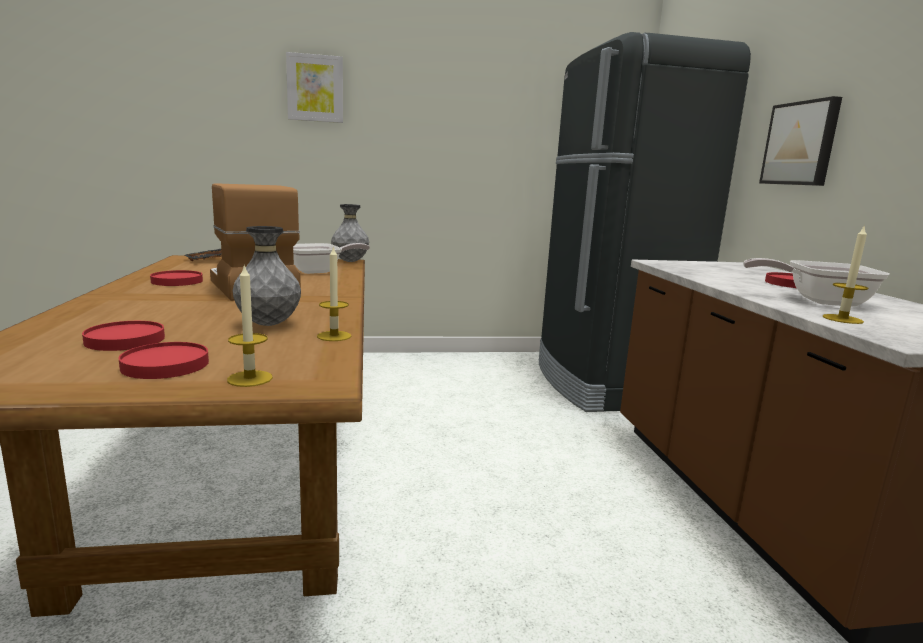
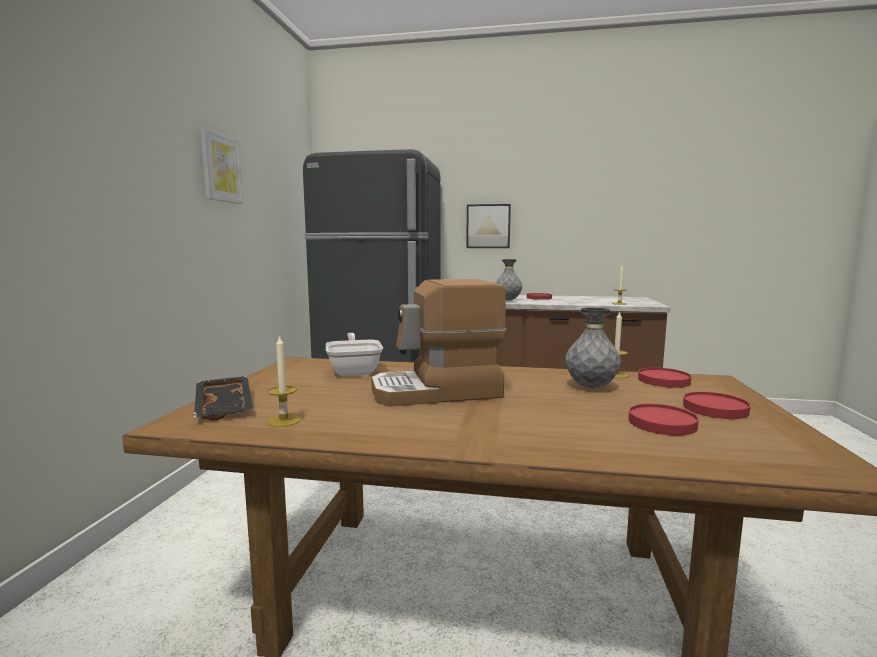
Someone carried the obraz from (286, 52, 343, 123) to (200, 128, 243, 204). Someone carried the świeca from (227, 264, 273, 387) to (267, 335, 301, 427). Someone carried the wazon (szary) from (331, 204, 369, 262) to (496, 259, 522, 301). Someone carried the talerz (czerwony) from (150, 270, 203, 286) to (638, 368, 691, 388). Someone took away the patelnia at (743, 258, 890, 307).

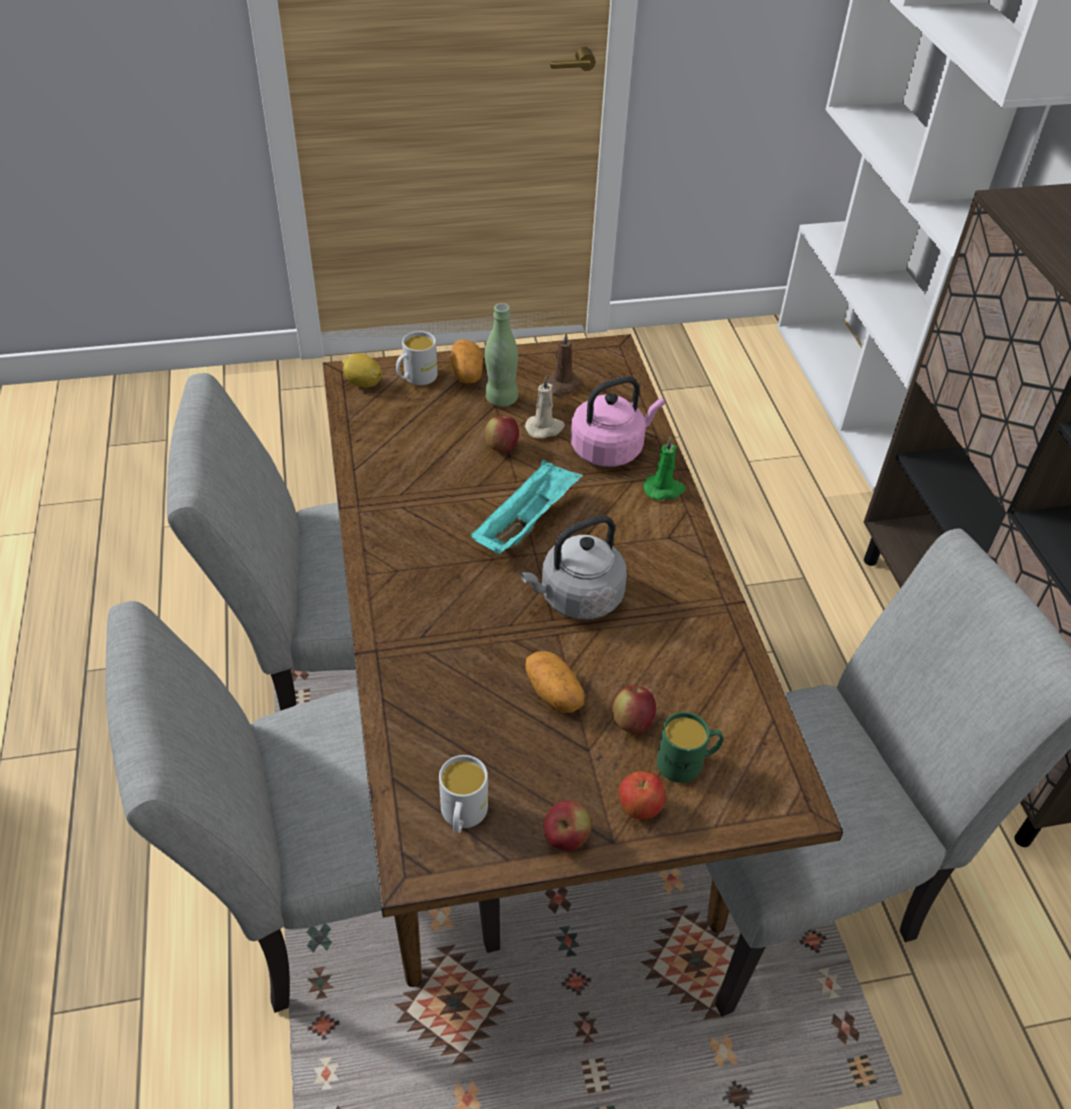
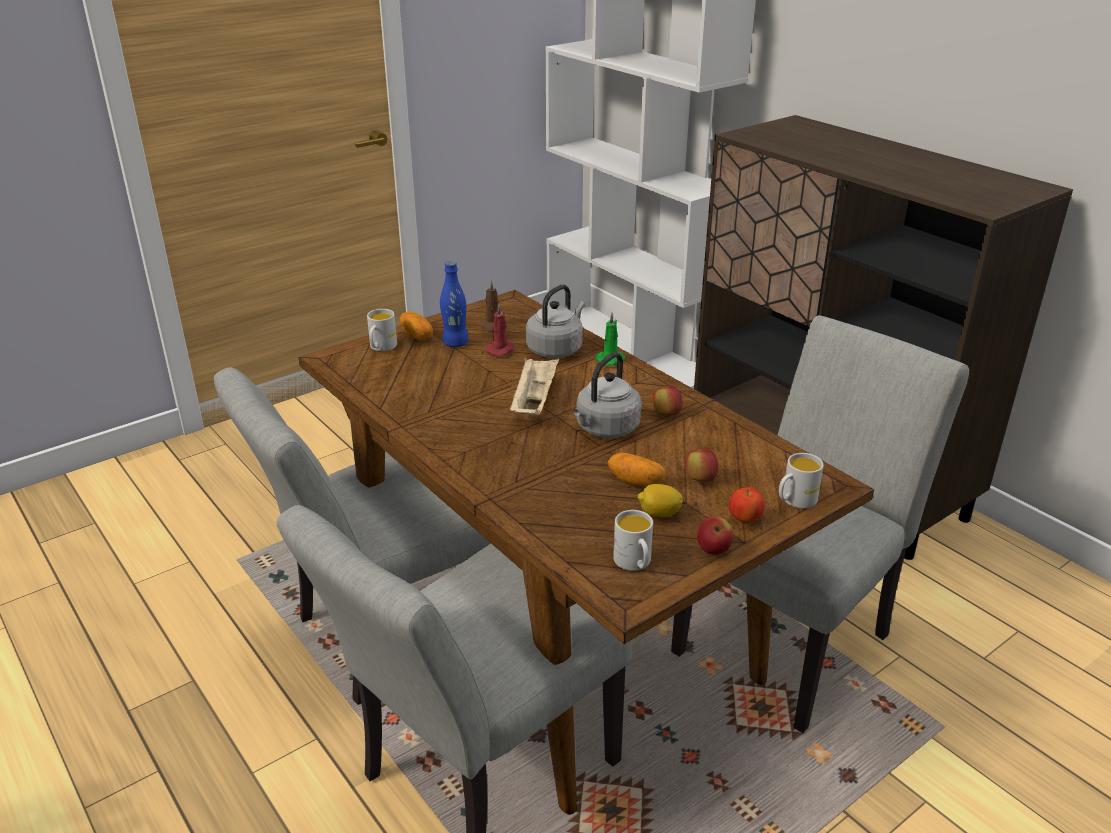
Someone repainted the butelka (zielony) at (485, 303, 518, 407), which became the butelka (niebieski) at (440, 261, 469, 347). Someone repainted the świeca (beżowy) at (525, 376, 565, 439), which became the świeca (czerwony) at (486, 304, 514, 357). Someone repainted the taca (turkusowy) at (471, 460, 583, 554), which became the taca (beżowy) at (509, 357, 559, 415). Someone repainted the czajnik (różowy) at (571, 376, 665, 467), which became the czajnik (szary) at (526, 285, 585, 359). Someone carried the cytryna from (342, 353, 382, 388) to (638, 484, 683, 517). Someone carried the jabłko from (485, 416, 519, 452) to (653, 386, 682, 415). Someone put down the kubek (biały) at (779, 453, 824, 509). Someone took away the kubek (zielony) at (657, 712, 723, 783).

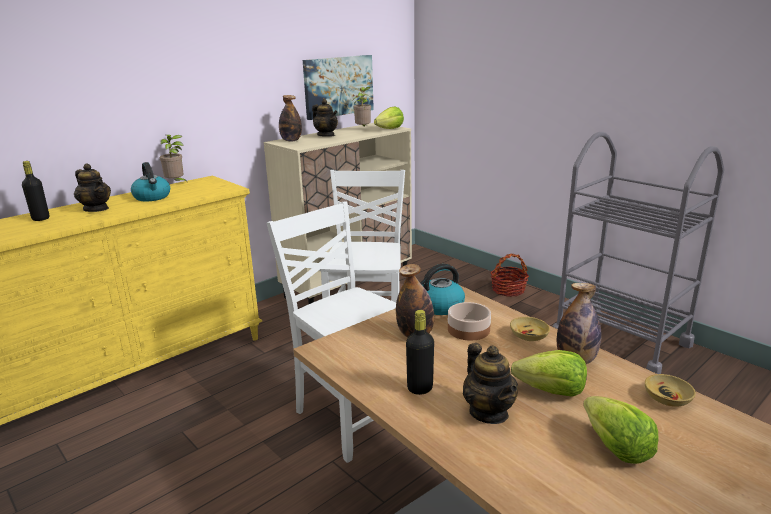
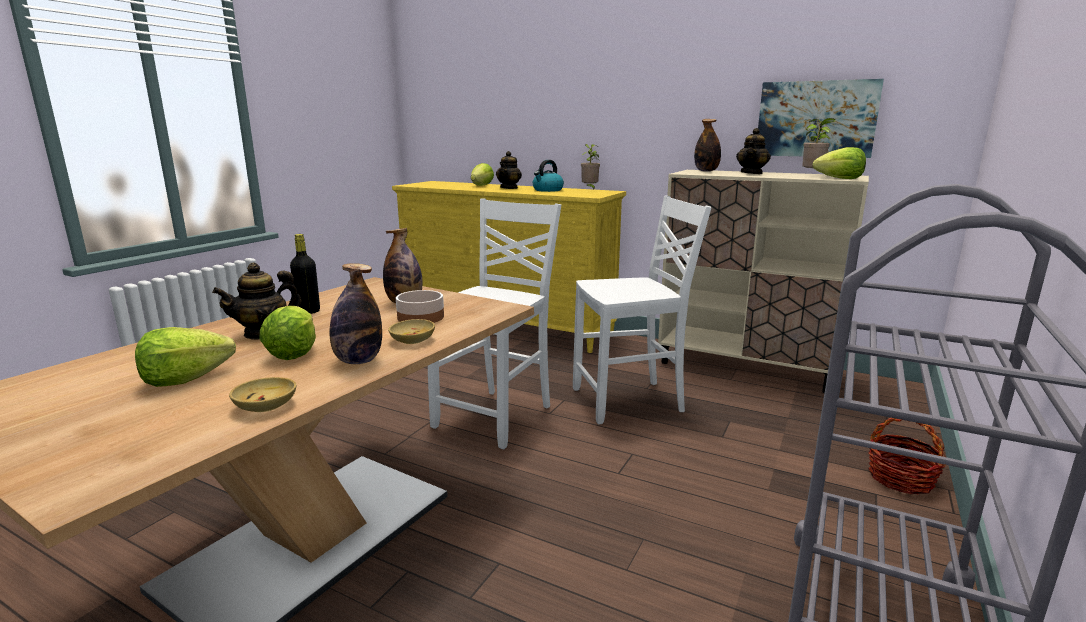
Someone swapped the butelka (czarny) at (22, 161, 49, 221) for the sałata at (471, 163, 494, 186). Someone took away the czajnik at (420, 264, 465, 315).

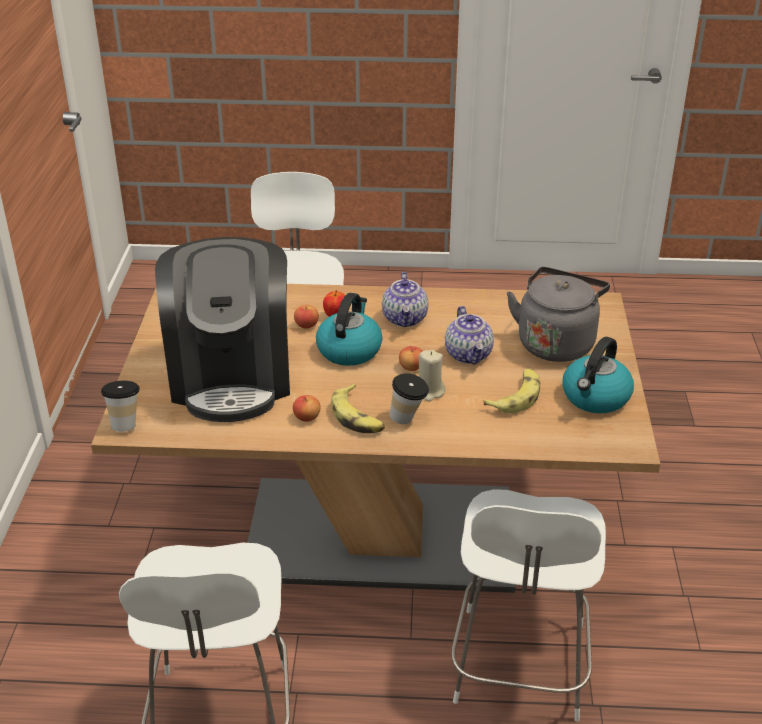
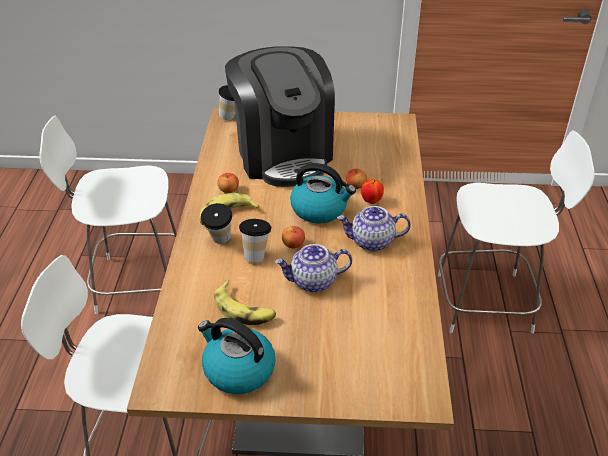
Someone rotated the ekspres do kawy at (155, 237, 290, 422) by 105 degrees counterclockwise. Someone swapped the świeca (beżowy) at (419, 350, 445, 402) for the filiżanka at (239, 219, 271, 263). Someone took away the czajnik (szary) at (507, 267, 610, 362).

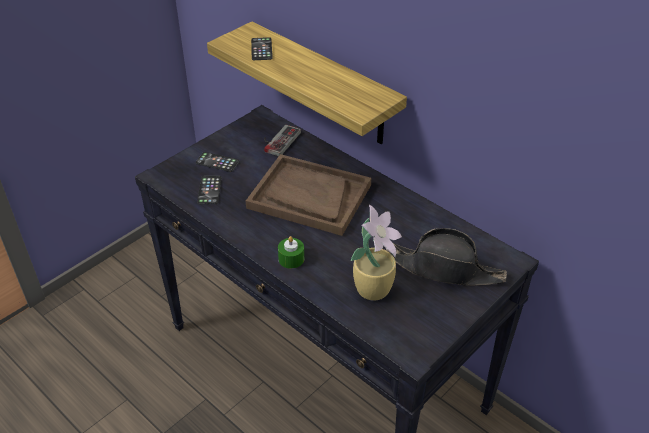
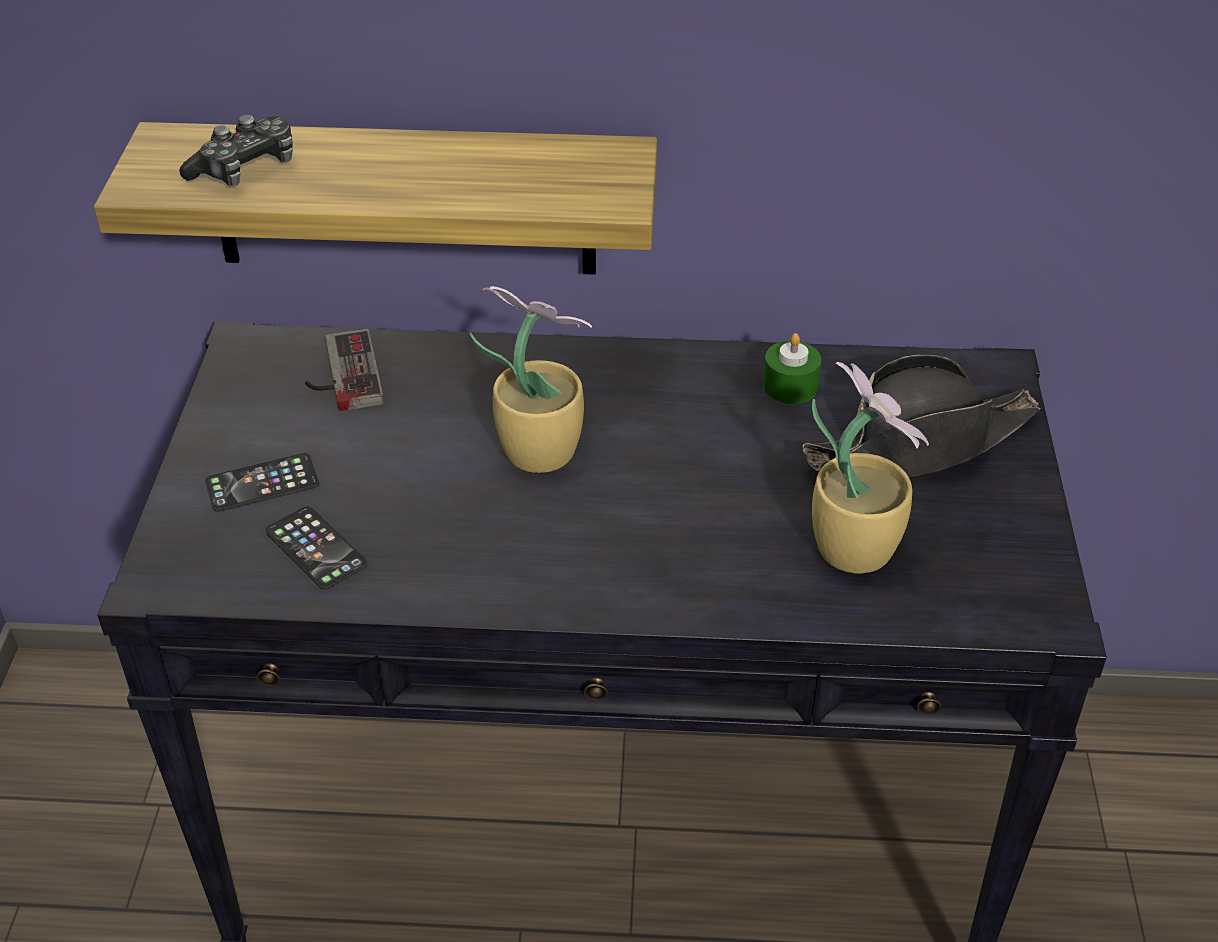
Someone swapped the telefon at (251, 37, 273, 60) for the pad do gier at (179, 115, 293, 186). Someone swapped the taca (brązowy) at (246, 154, 371, 236) for the roślina doniczkowa at (470, 286, 592, 473). Someone carried the świeca (zielony) from (278, 236, 304, 269) to (763, 333, 821, 404).

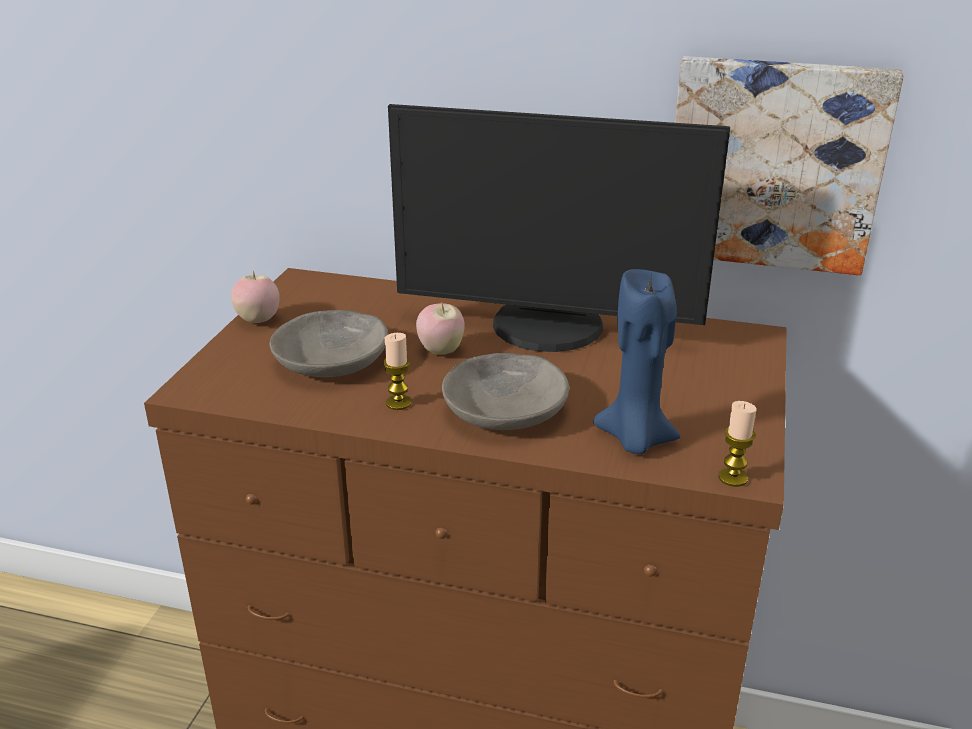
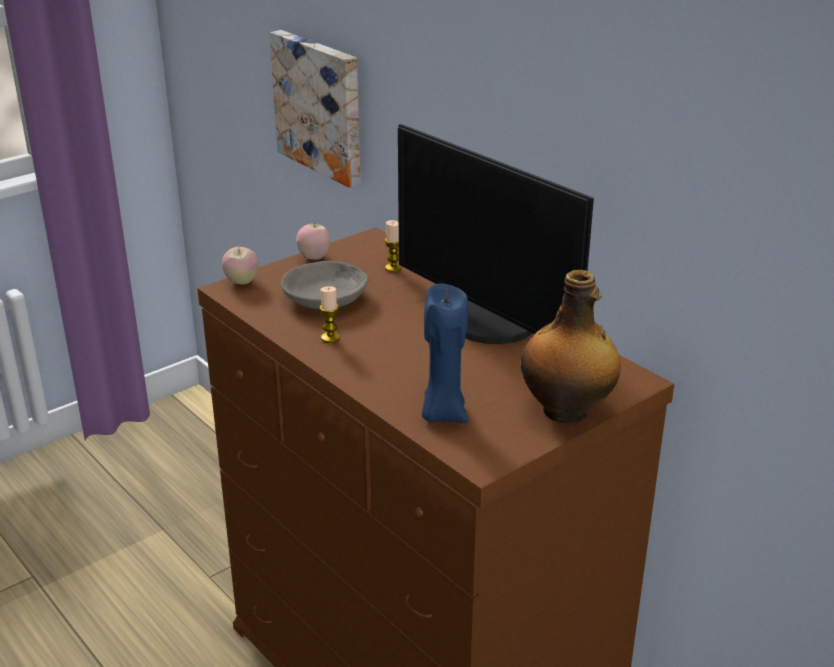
Someone carried the jabłko from (416, 303, 465, 355) to (222, 246, 258, 284). Someone carried the obraz from (675, 56, 904, 275) to (270, 30, 360, 188). Someone carried the świeca from (718, 401, 757, 487) to (385, 220, 402, 272). Someone put down the butelka at (521, 270, 621, 423). Someone took away the miska (szary) at (442, 353, 569, 430).

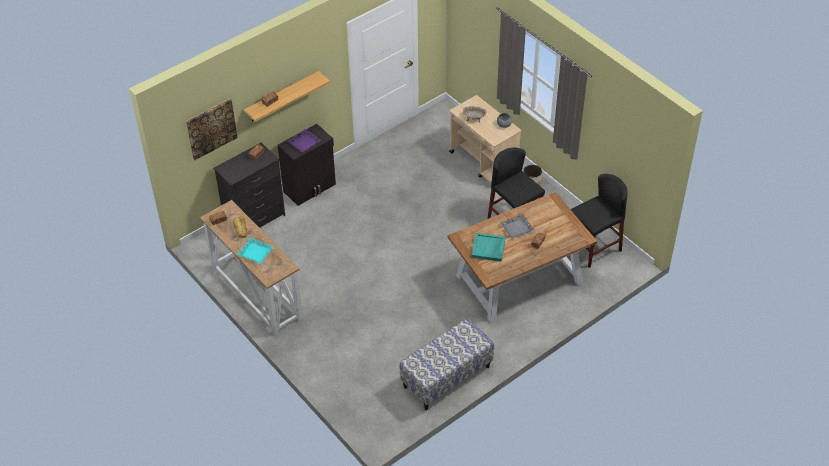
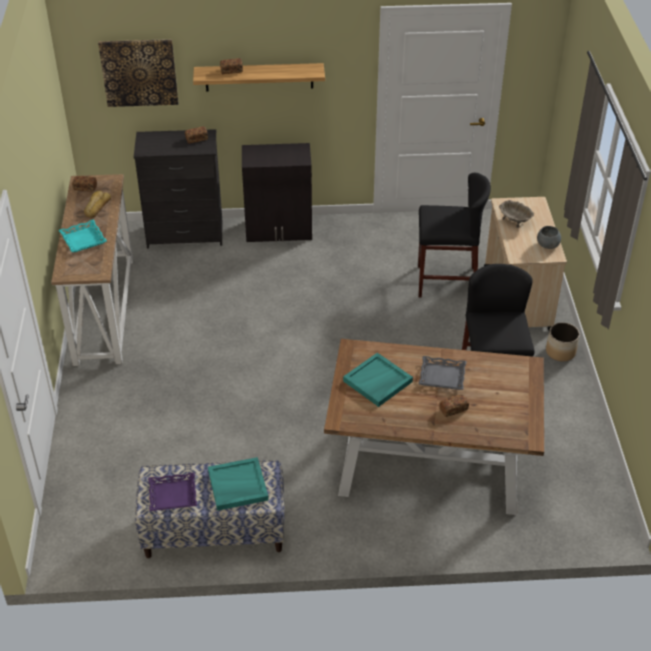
Someone carried the taca (fioletowy) from (288, 129, 321, 152) to (148, 472, 197, 511). Someone put down the taca (turkusowy) at (208, 457, 269, 511). Someone carried the stołek (czarny) from (571, 174, 628, 268) to (418, 173, 491, 297).

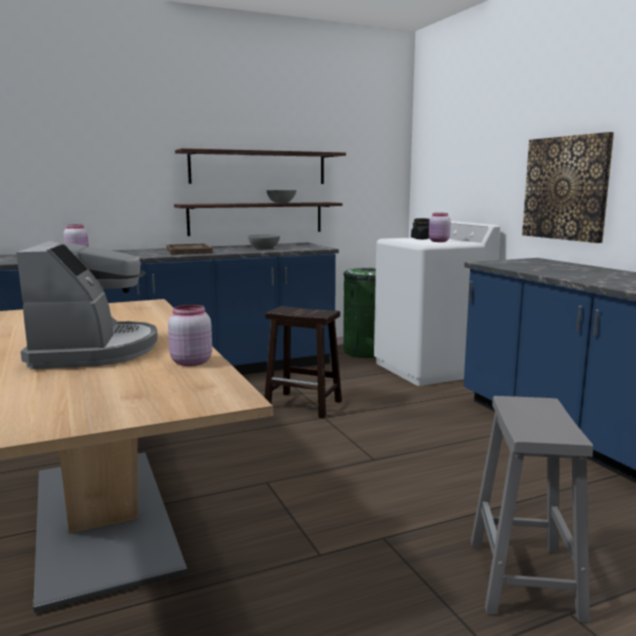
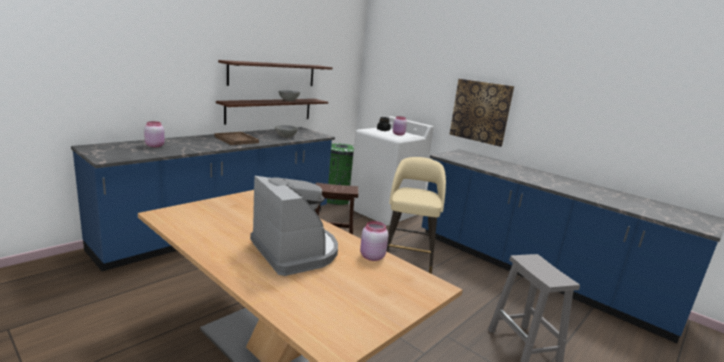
Someone put down the stołek (beżowy) at (386, 157, 446, 274).

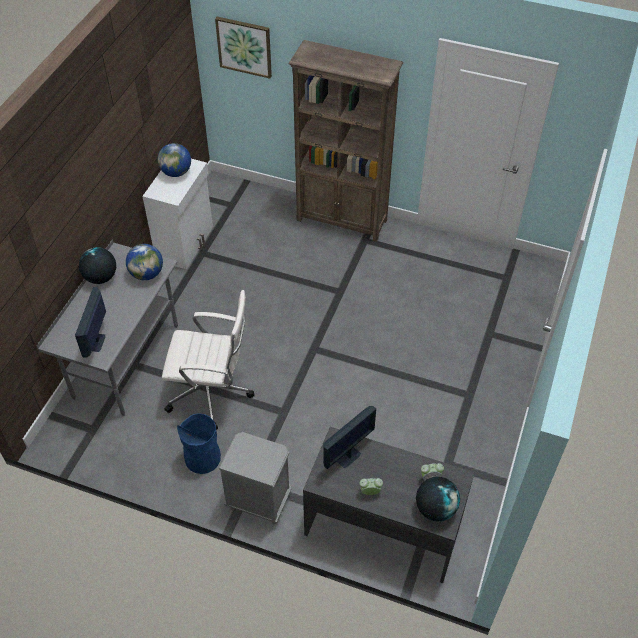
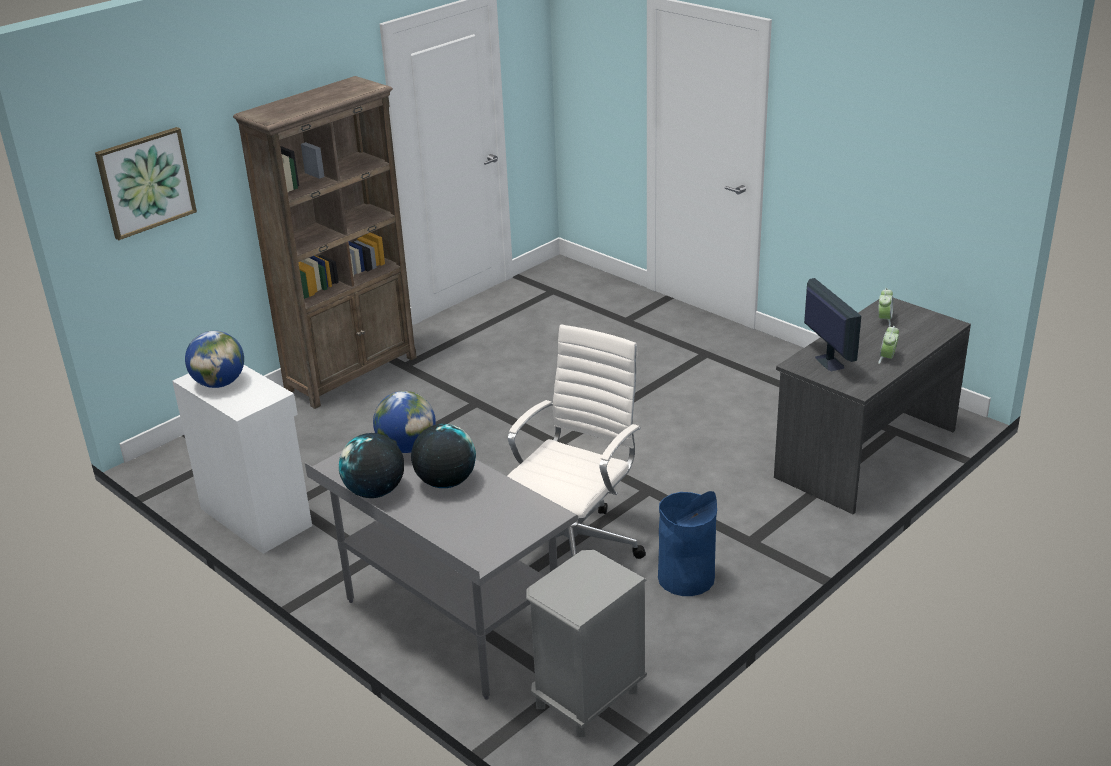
Someone carried the globus from (416, 477, 460, 521) to (411, 424, 476, 488). Someone carried the szafka nocna (szary) from (218, 432, 292, 525) to (526, 550, 647, 737). Someone took away the monitor at (75, 287, 106, 358).

